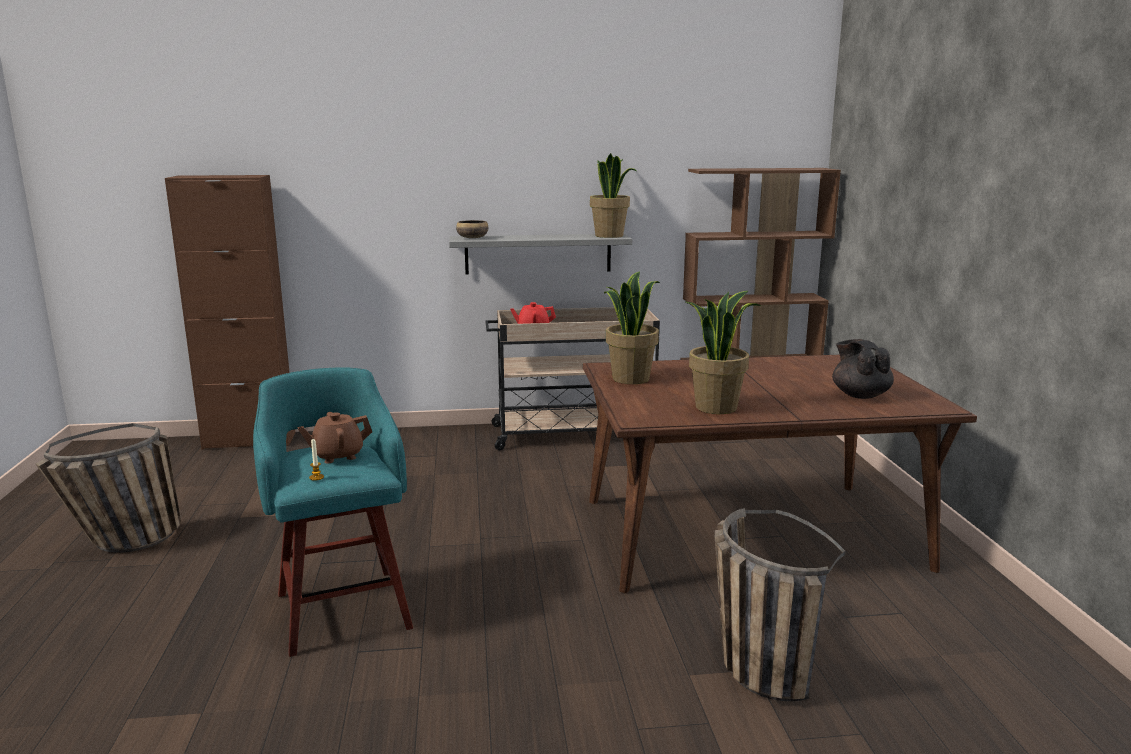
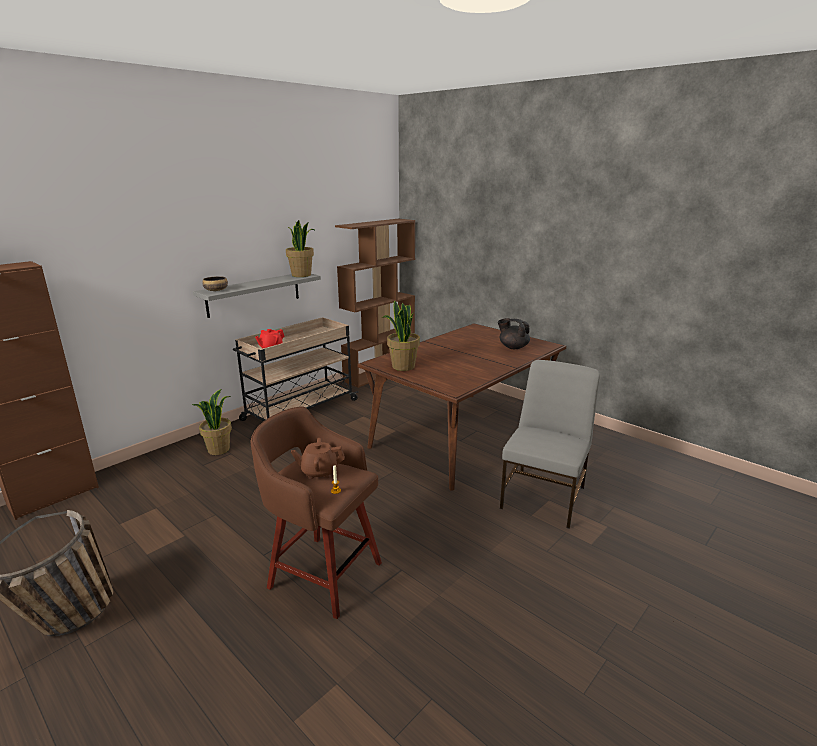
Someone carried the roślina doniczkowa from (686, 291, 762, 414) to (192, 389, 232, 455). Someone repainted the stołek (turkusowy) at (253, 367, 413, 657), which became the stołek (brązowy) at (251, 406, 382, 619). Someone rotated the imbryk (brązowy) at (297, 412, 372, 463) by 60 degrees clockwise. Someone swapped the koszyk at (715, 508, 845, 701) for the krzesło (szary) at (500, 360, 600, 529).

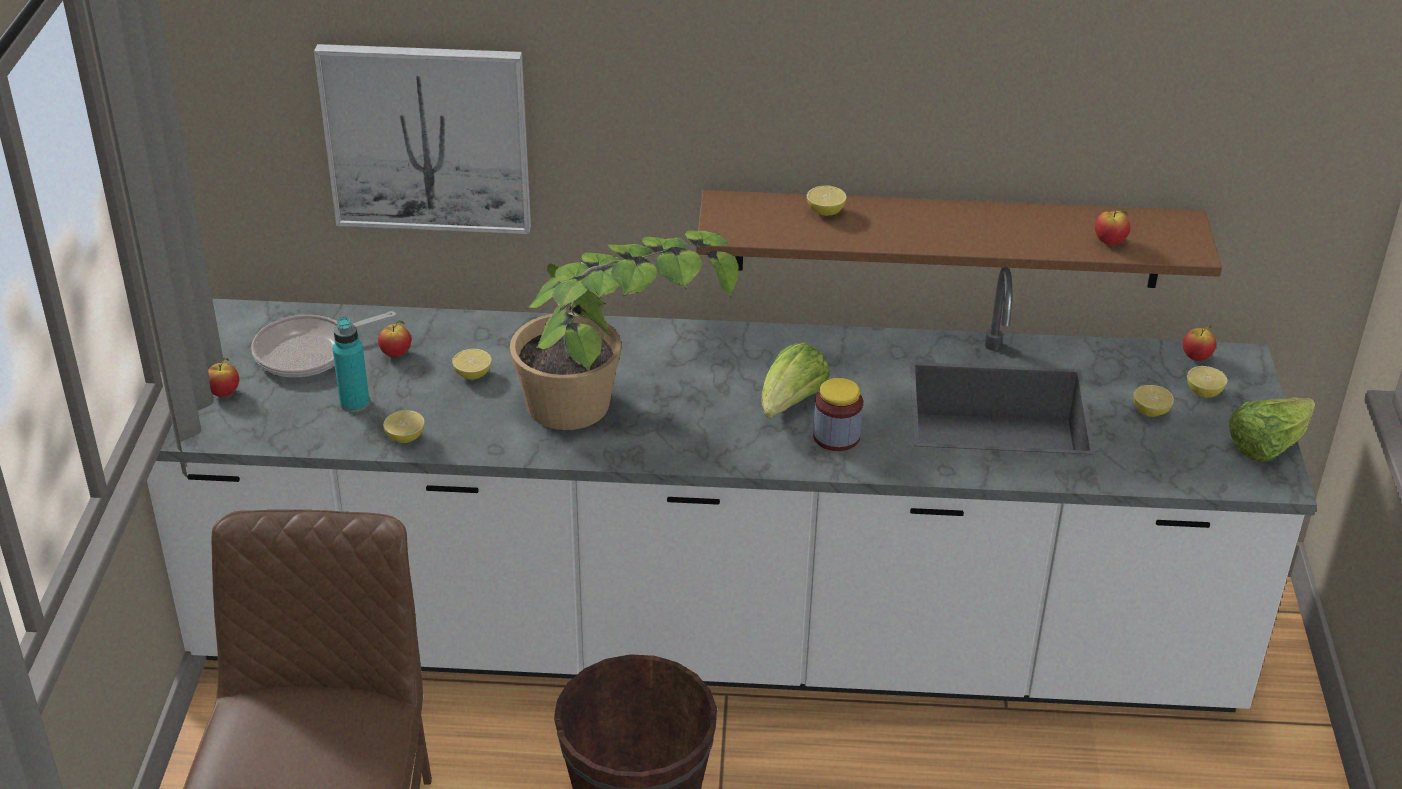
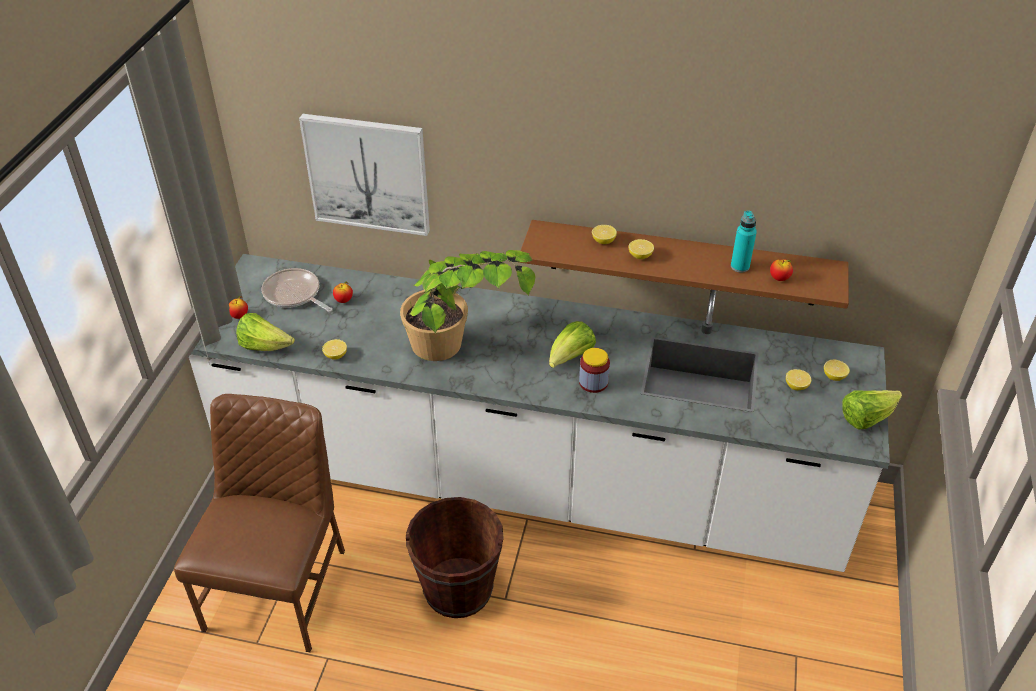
Someone put down the sałata at (236, 313, 295, 351). Someone rotated the patelnia at (251, 311, 396, 377) by 60 degrees clockwise. Someone carried the cytryna from (452, 349, 492, 380) to (629, 239, 654, 259). Someone carried the butelka (turkusowy) from (332, 317, 370, 412) to (731, 211, 757, 273). Someone took away the jabłko at (1183, 325, 1216, 361).

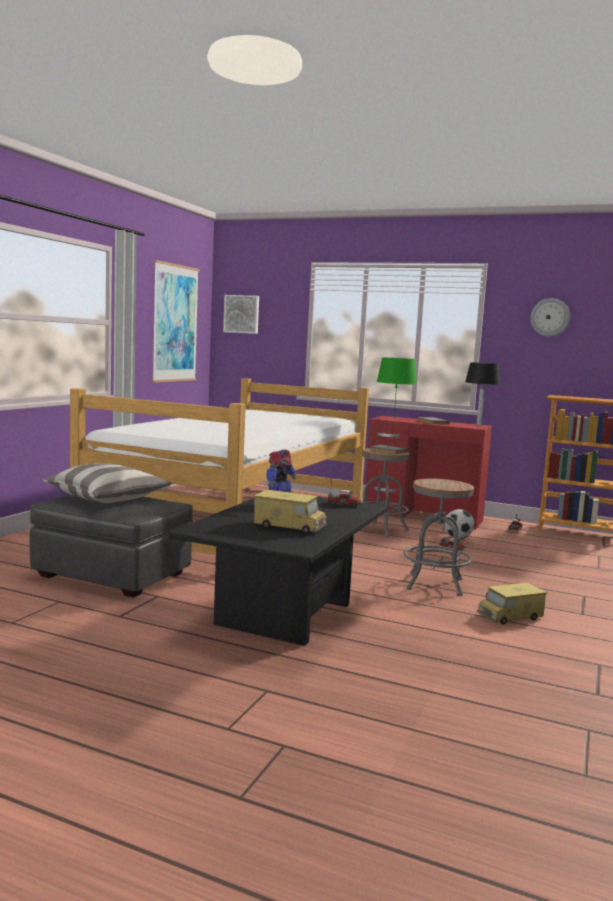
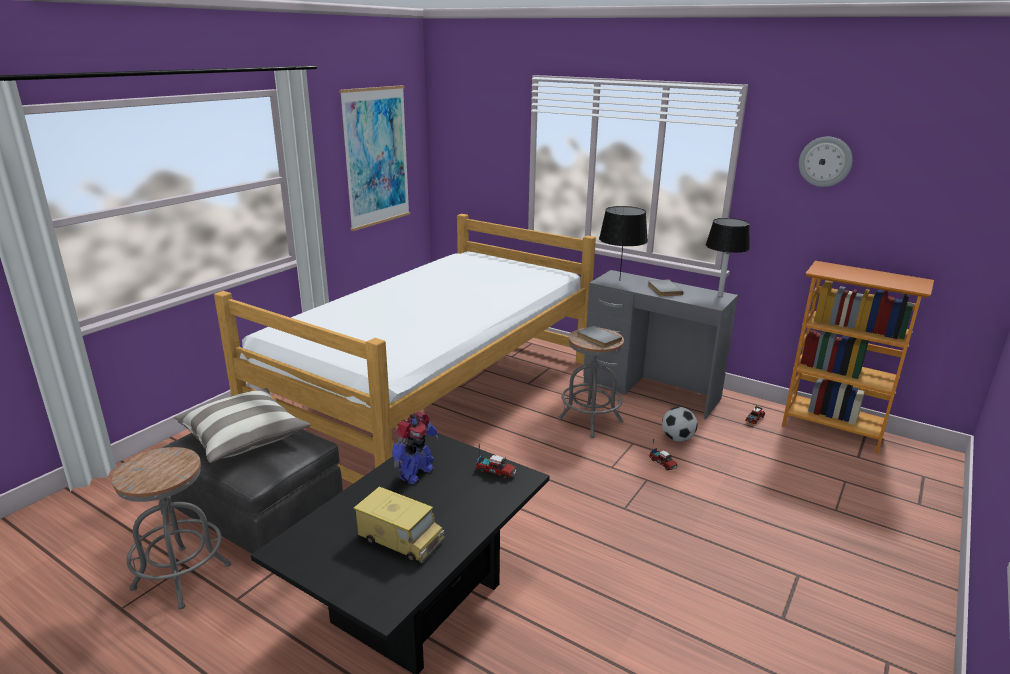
Someone carried the stołek (szary) from (404, 479, 474, 596) to (112, 447, 231, 610). Someone repainted the biurko (czerwony) at (366, 416, 492, 529), which became the biurko (szary) at (583, 270, 738, 420). Someone repainted the lampa stołowa (zielony) at (377, 357, 417, 417), which became the lampa stołowa (czarny) at (599, 206, 648, 281). Someone took away the obraz at (223, 295, 259, 334). Someone took away the ciężarówka zabawkowa at (477, 582, 548, 625).

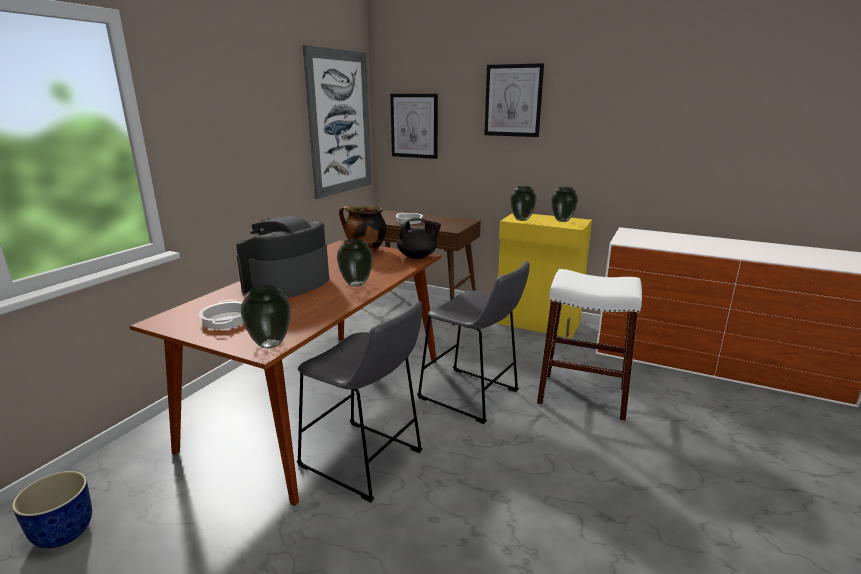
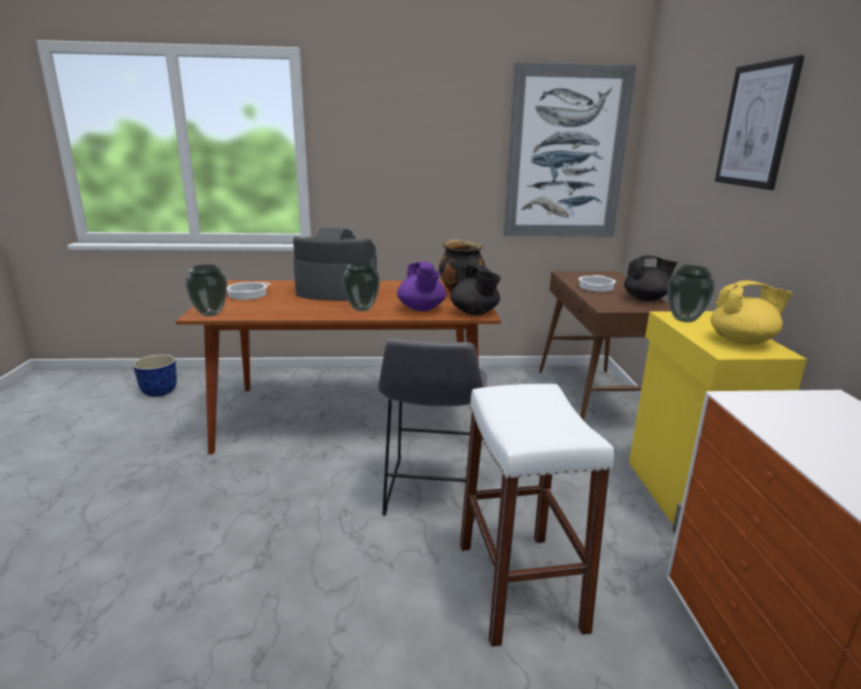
Someone put down the imbryk (fioletowy) at (397, 262, 446, 311). Someone put down the imbryk (czarny) at (624, 255, 678, 301). Someone swapped the wazon at (551, 187, 578, 222) for the imbryk (żółty) at (711, 280, 793, 345). Someone took away the stołek (szary) at (297, 301, 423, 503). Someone took away the obraz at (390, 94, 438, 159).

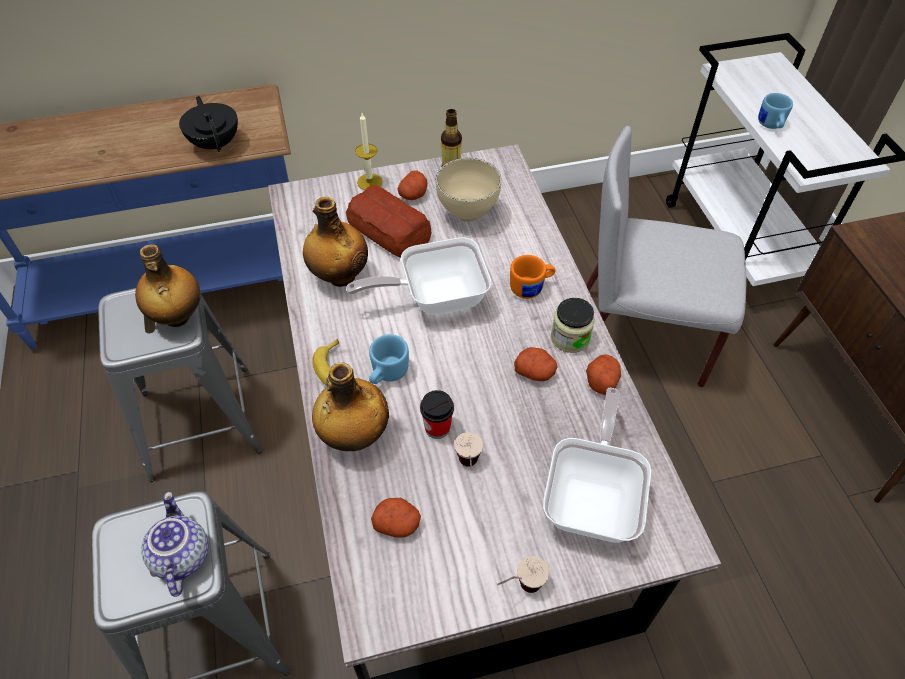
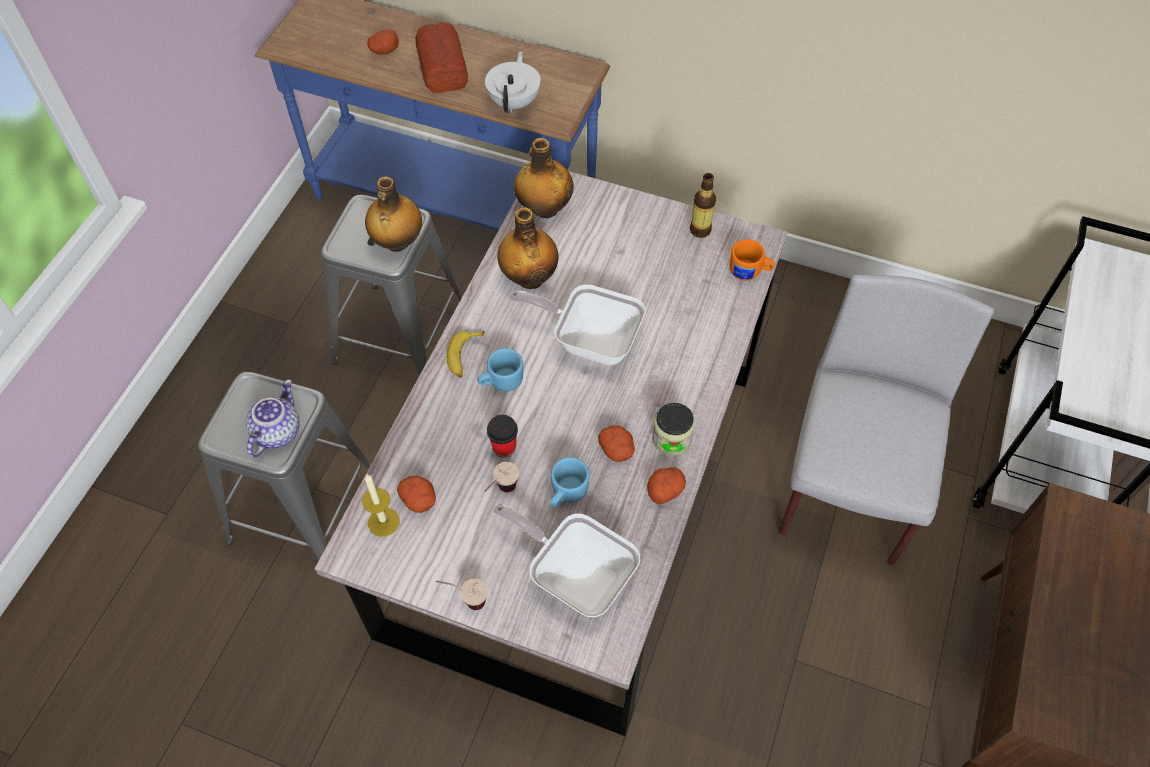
Someone carried the świeca from (355, 113, 383, 190) to (362, 475, 400, 537). Someone carried the ziemniak from (398, 171, 428, 200) to (367, 29, 399, 55). Someone carried the chleb from (346, 185, 432, 258) to (415, 22, 468, 93). Someone repainted the imbryk (czarny) at (179, 96, 238, 152), which became the imbryk (biały) at (485, 52, 541, 113). Someone rotated the patelnia at (543, 388, 651, 543) by 105 degrees counterclockwise. Someone carried the butelka from (312, 362, 389, 451) to (514, 138, 574, 218). Someone carried the kubek (niebieski) from (758, 93, 793, 129) to (550, 457, 590, 507). Someone carried the kubek (pomarańczowy) from (510, 255, 556, 299) to (730, 239, 775, 281). Someone rotated the krzesło (szary) at (586, 126, 746, 387) by 60 degrees clockwise. Someone took away the miska (beżowy) at (436, 158, 502, 222).

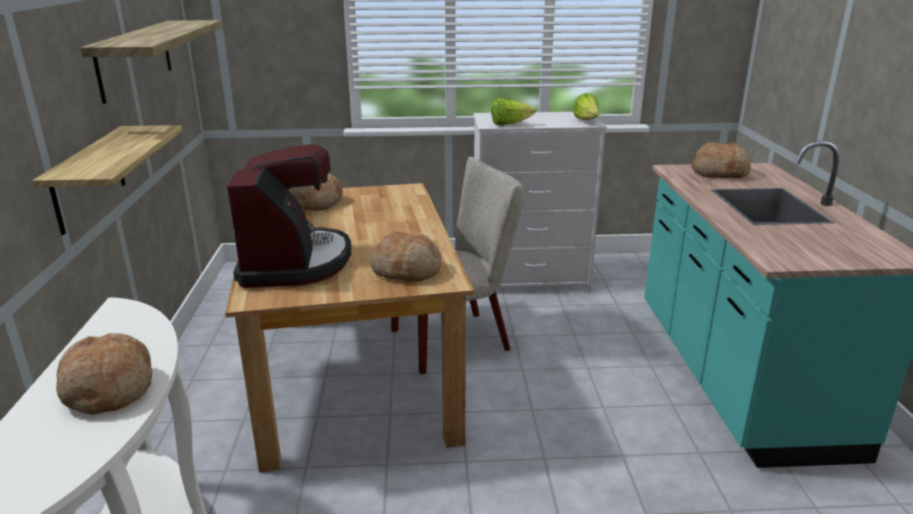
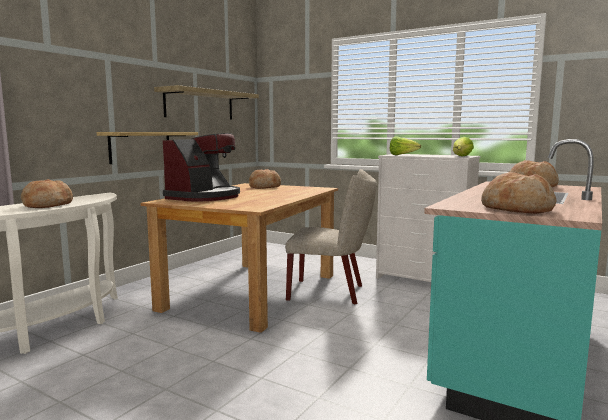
Someone carried the chleb from (370, 231, 442, 282) to (481, 172, 556, 214).

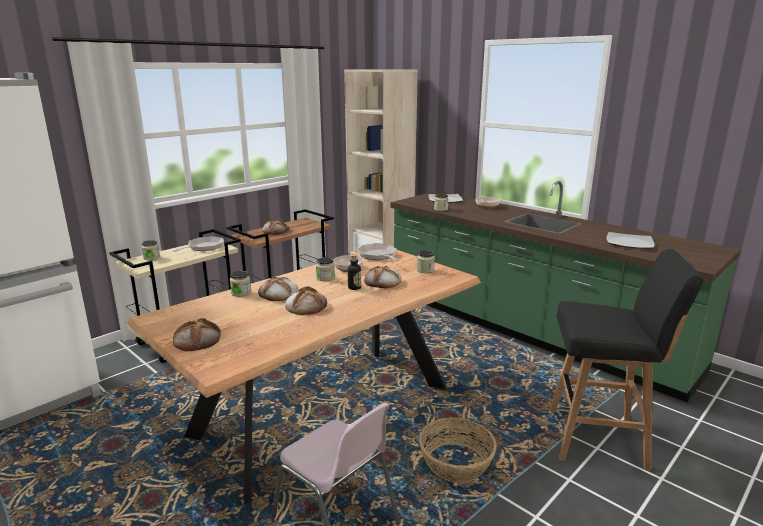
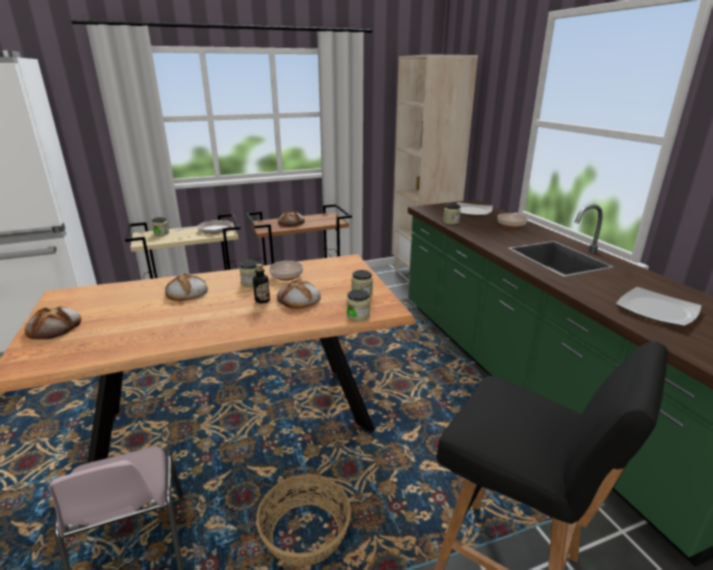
Someone carried the słoik from (230, 271, 251, 297) to (346, 290, 370, 321). Someone took away the chleb at (285, 286, 327, 315). Someone took away the patelnia at (357, 243, 399, 262).

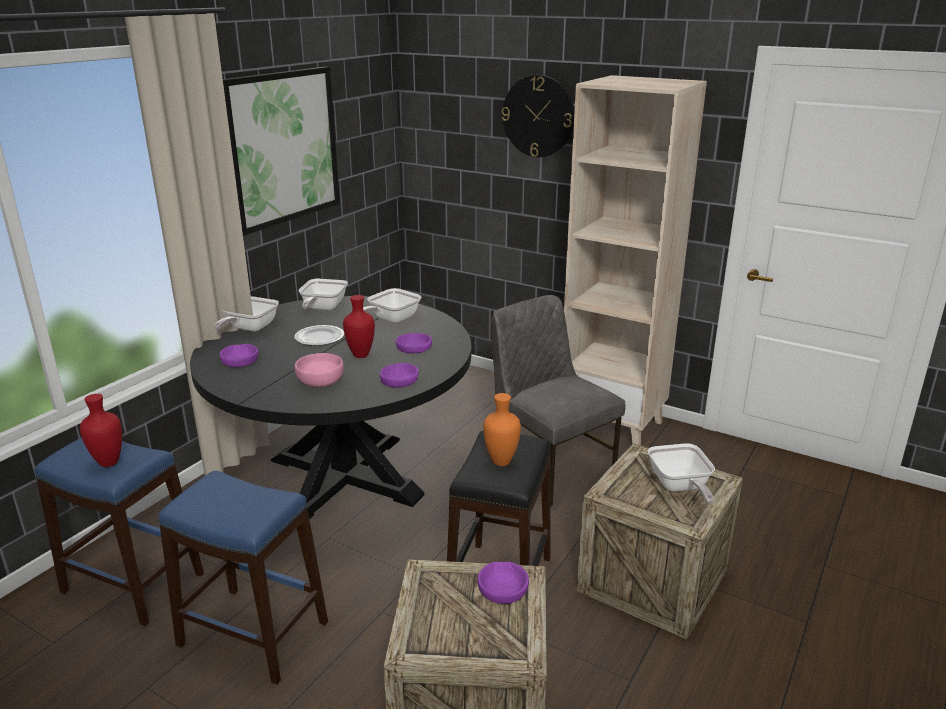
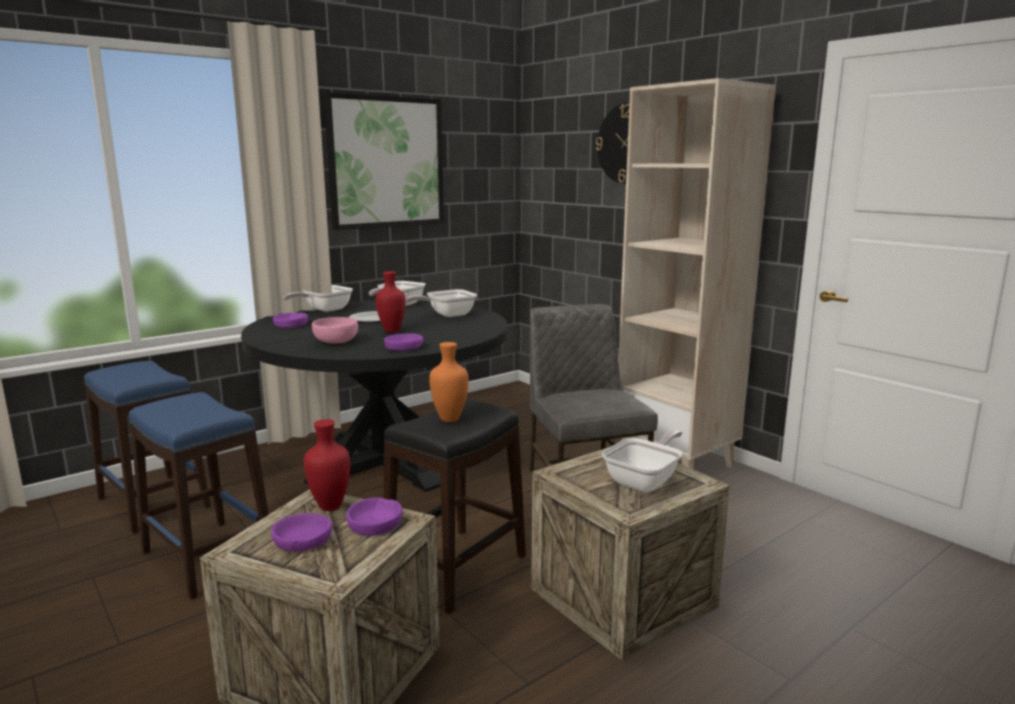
Someone carried the miska (fioletowy) from (396, 333, 432, 353) to (271, 513, 332, 552). Someone carried the wazon (czerwony) from (80, 394, 122, 467) to (304, 419, 350, 511). Someone rotated the patelnia at (648, 443, 715, 504) by 150 degrees counterclockwise.

